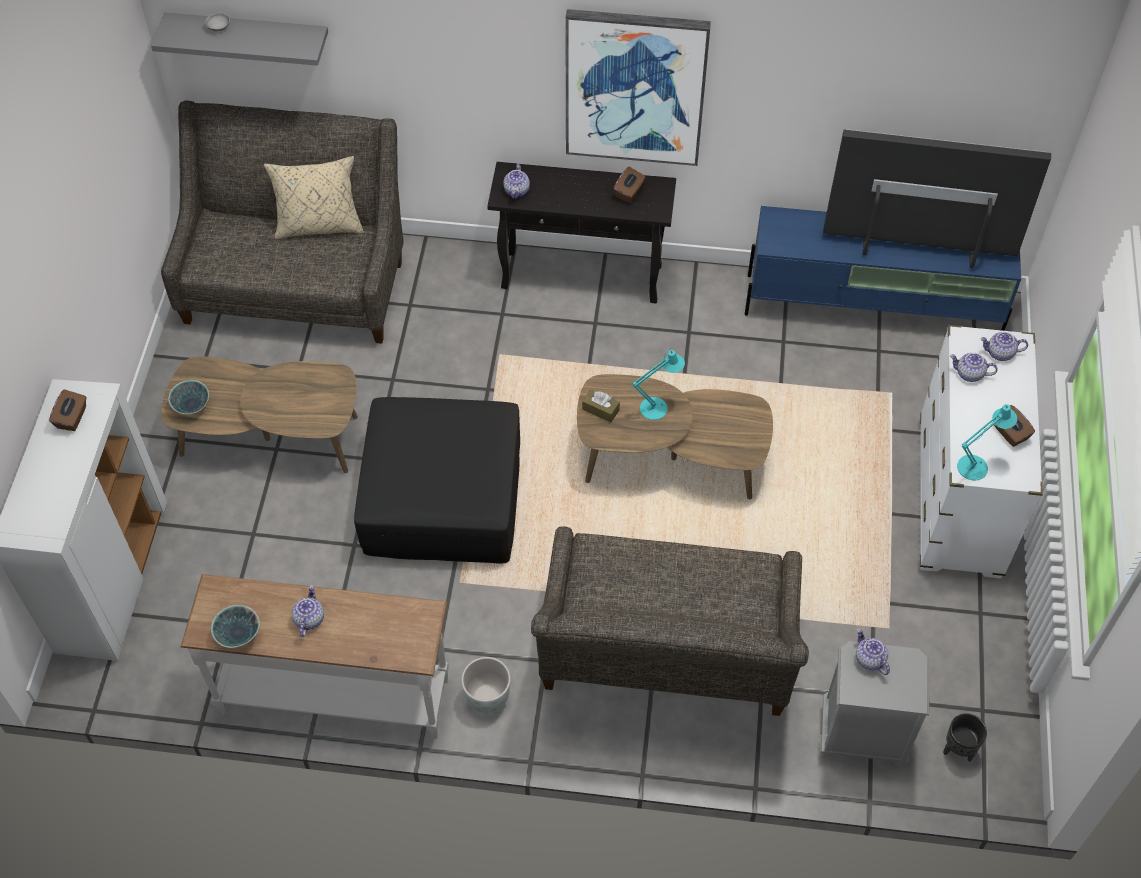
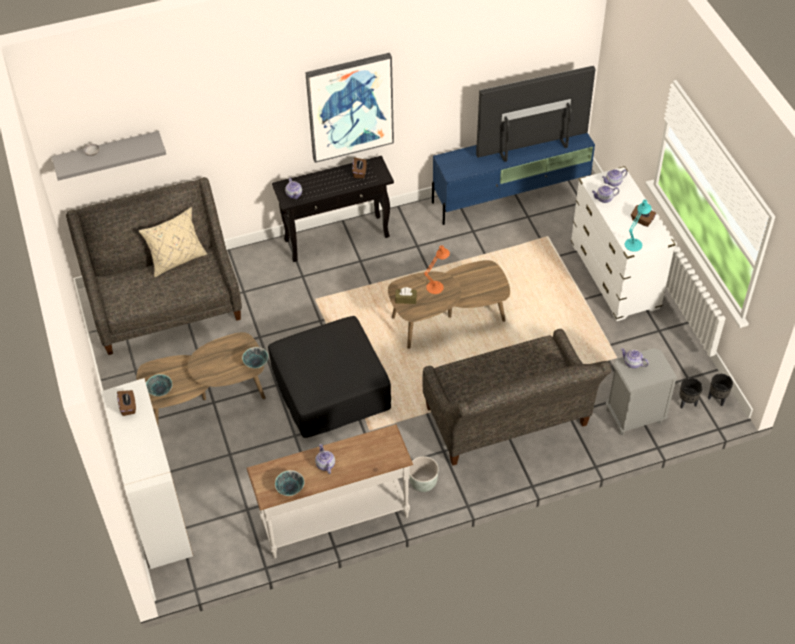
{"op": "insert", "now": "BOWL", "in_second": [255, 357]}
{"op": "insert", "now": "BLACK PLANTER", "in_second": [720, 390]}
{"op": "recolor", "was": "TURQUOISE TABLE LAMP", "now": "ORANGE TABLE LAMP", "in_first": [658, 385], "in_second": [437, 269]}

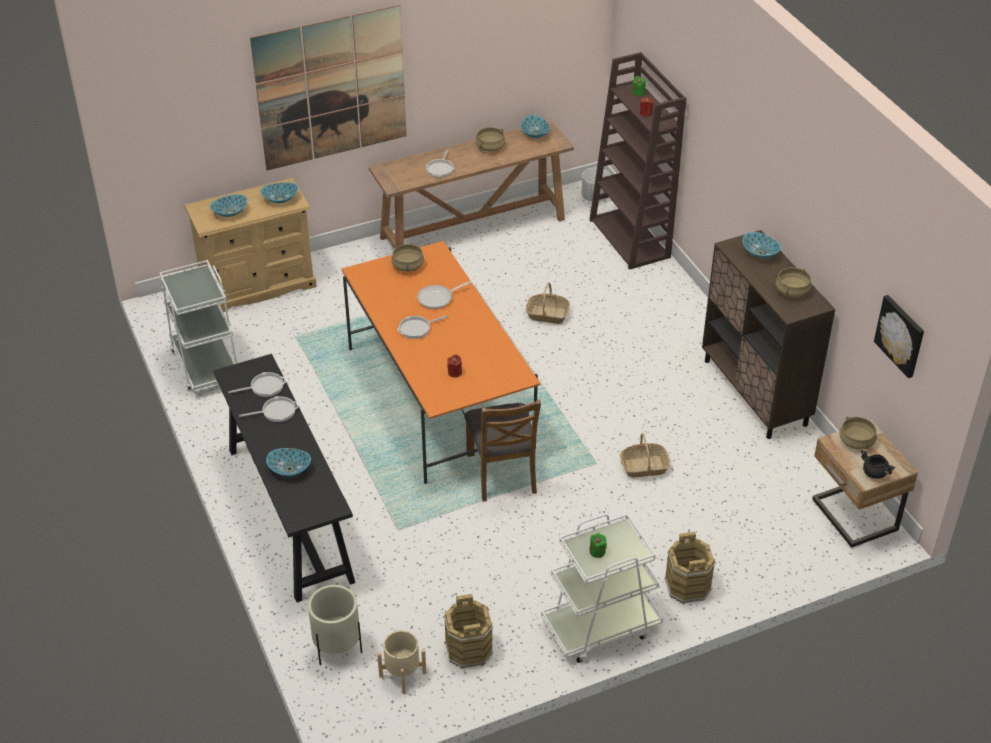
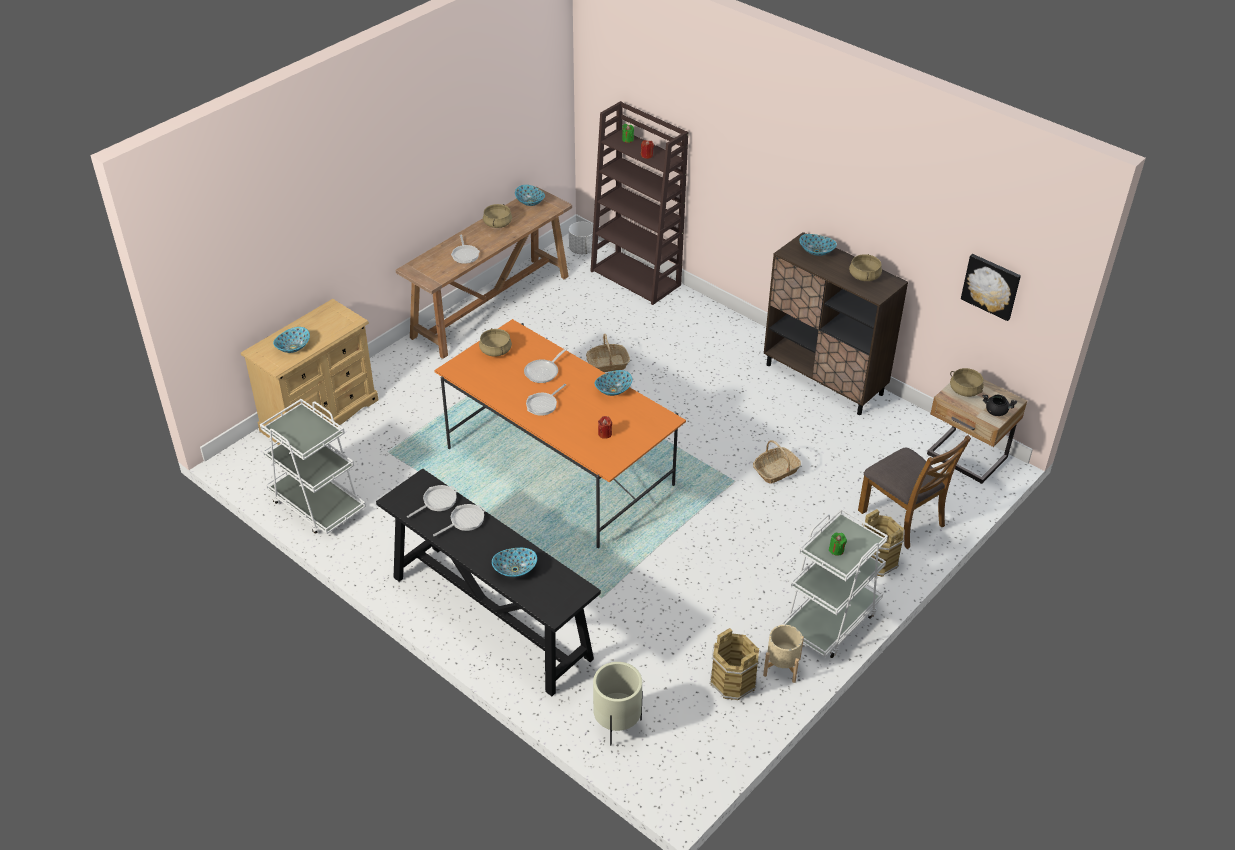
{"op": "delete", "was": "PICTURE", "in_first": [328, 87]}
{"op": "move", "was": "BOWL", "in_first": [279, 192], "in_second": [613, 383]}
{"op": "move", "was": "BEIGE PLANTER", "in_first": [401, 662], "in_second": [783, 654]}
{"op": "move", "was": "BROWN CHAIR", "in_first": [502, 451], "in_second": [914, 492]}

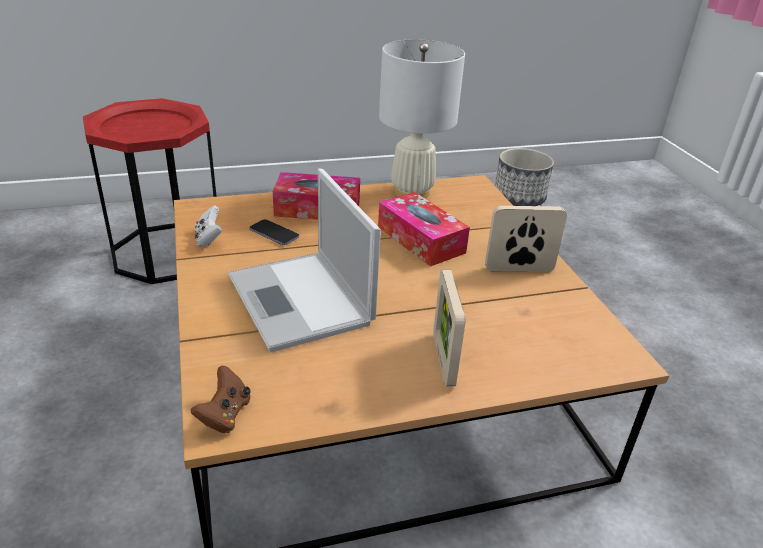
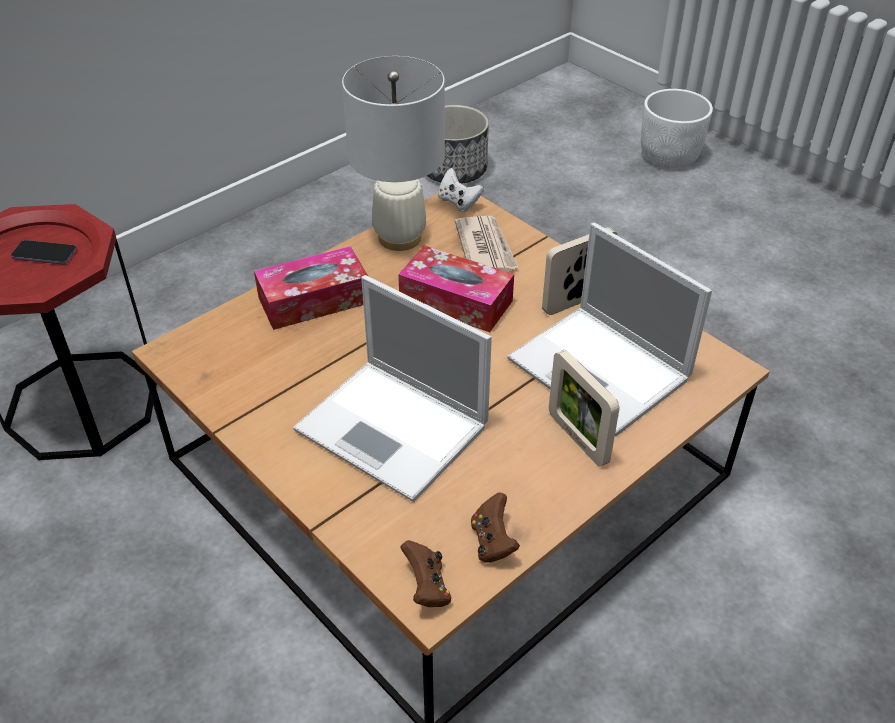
{"op": "insert", "now": "NEWSPAPER", "in_second": [486, 244]}
{"op": "insert", "now": "BROWN GAME CONTROLLER", "in_second": [495, 528]}
{"op": "insert", "now": "LAPTOP", "in_second": [609, 329]}
{"op": "insert", "now": "WHITE PLANTER", "in_second": [677, 128]}
{"op": "move", "was": "WHITE GAME CONTROLLER", "in_first": [208, 226], "in_second": [461, 190]}
{"op": "move", "was": "PHONE", "in_first": [274, 232], "in_second": [44, 252]}

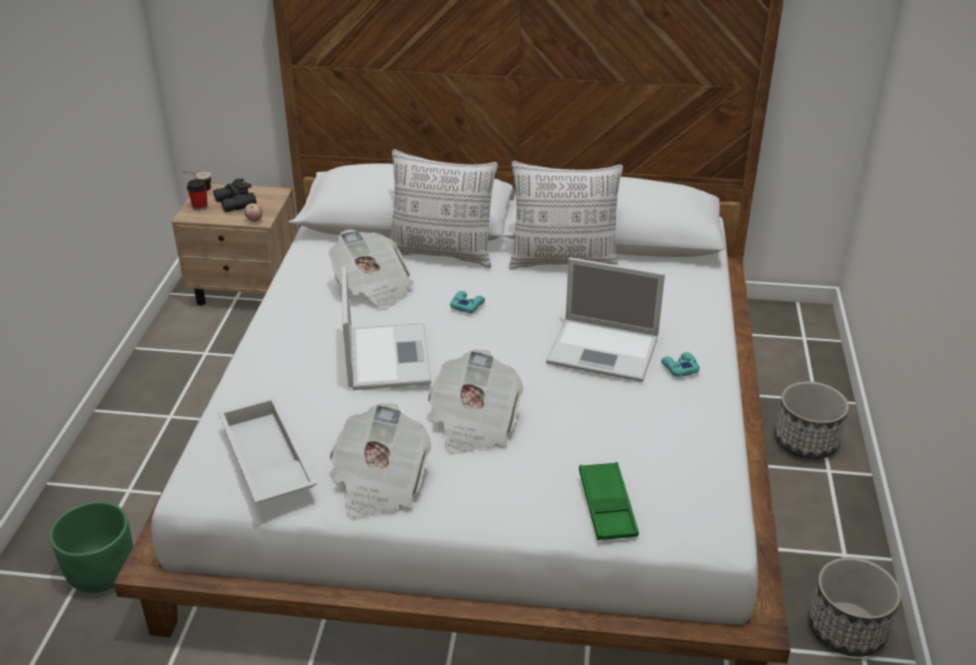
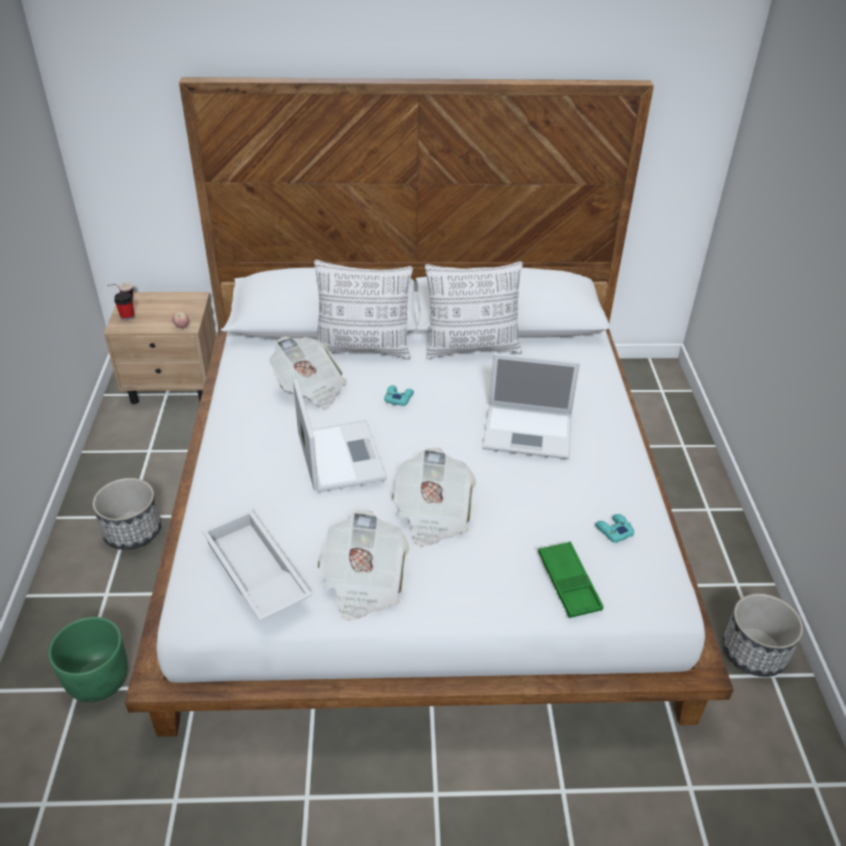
{"op": "delete", "was": "BLACK BINOCULARS", "in_first": [235, 195]}
{"op": "move", "was": "TURQUOISE GAME CONTROLLER", "in_first": [680, 364], "in_second": [614, 528]}
{"op": "move", "was": "PLANTER", "in_first": [812, 420], "in_second": [126, 514]}

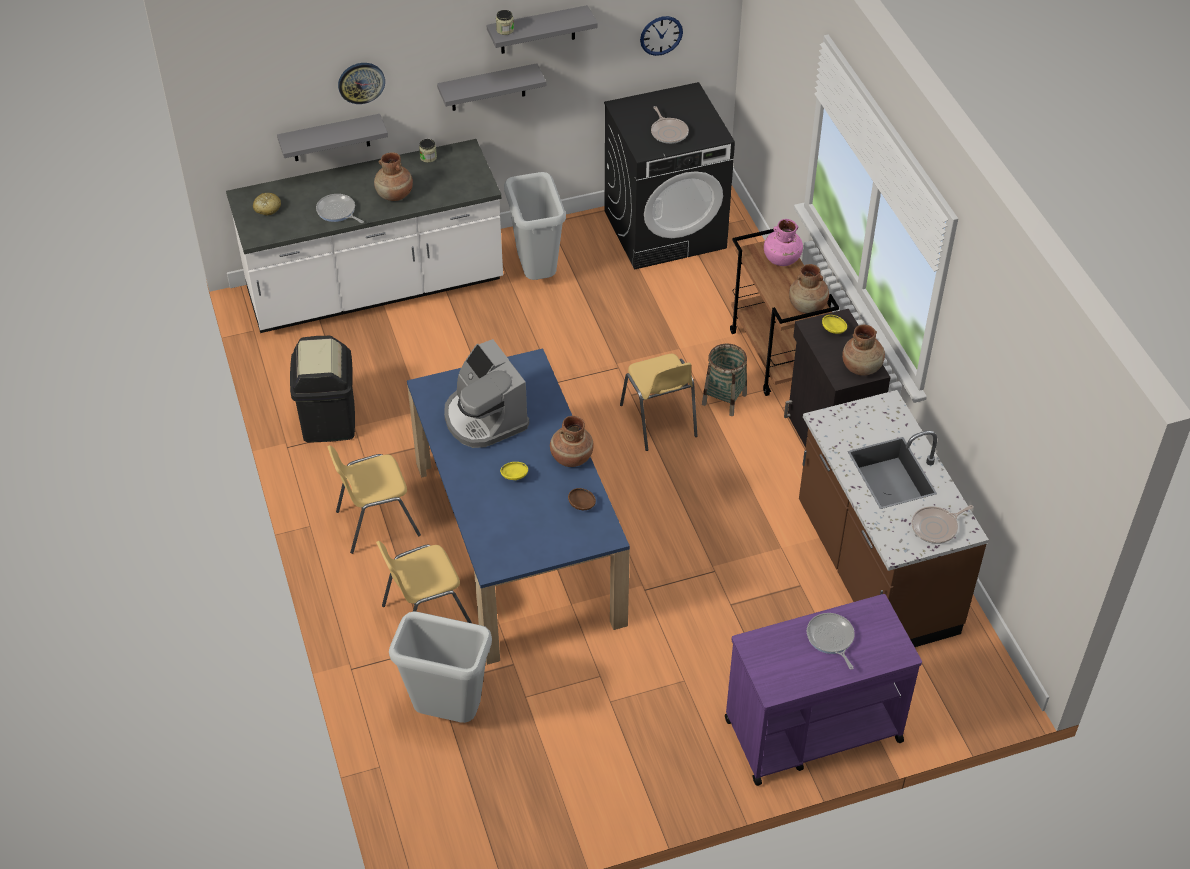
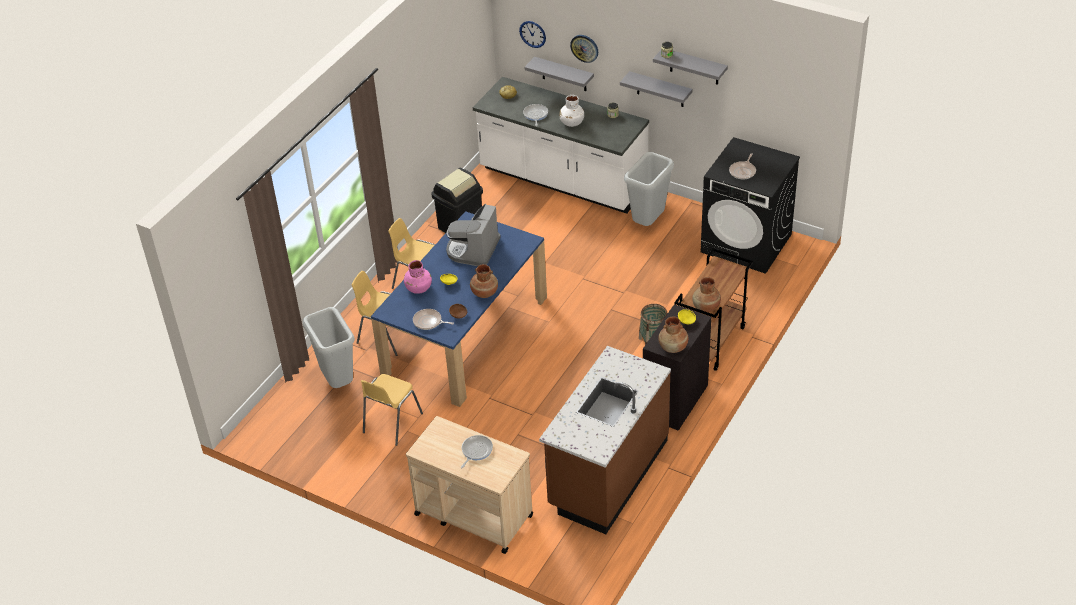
{"op": "move", "was": "YELLOW CHAIR", "in_first": [658, 402], "in_second": [391, 410]}
{"op": "move", "was": "WALL CLOCK", "in_first": [661, 36], "in_second": [532, 34]}
{"op": "move", "was": "PINK VASE", "in_first": [783, 242], "in_second": [418, 277]}
{"op": "move", "was": "FRYING PAN", "in_first": [942, 524], "in_second": [433, 319]}
{"op": "recolor", "was": "BROWN VASE", "now": "WHITE VASE", "in_first": [393, 176], "in_second": [571, 111]}
{"op": "recolor", "was": "PURPLE CART", "now": "BEIGE CART", "in_first": [823, 690], "in_second": [469, 485]}

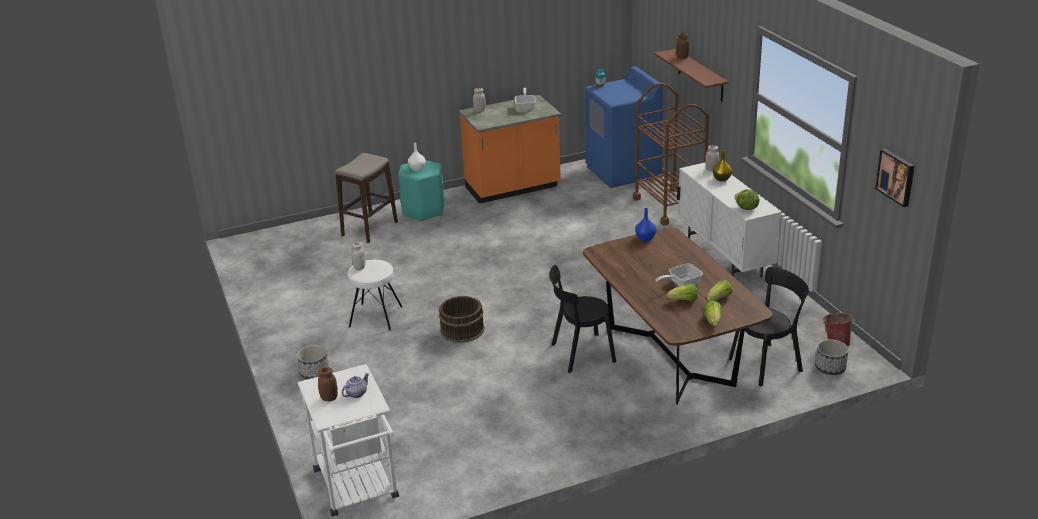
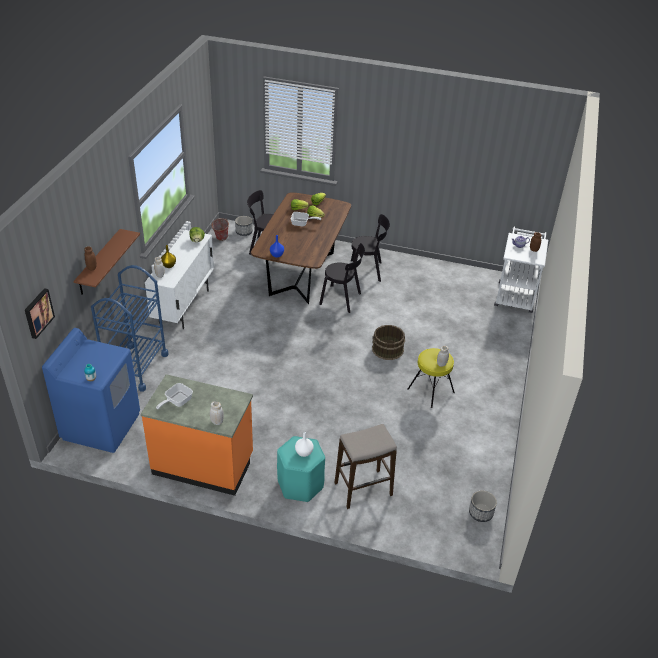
{"op": "insert", "now": "BLACK CHAIR", "in_second": [370, 248]}
{"op": "move", "was": "PLANTER", "in_first": [313, 362], "in_second": [483, 506]}
{"op": "move", "was": "PICTURE", "in_first": [895, 177], "in_second": [40, 313]}
{"op": "recolor", "was": "WHITE STOOL", "now": "YELLOW STOOL", "in_first": [375, 295], "in_second": [431, 378]}
{"op": "recolor", "was": "BROWN CART", "now": "BLUE CART", "in_first": [671, 154], "in_second": [129, 328]}

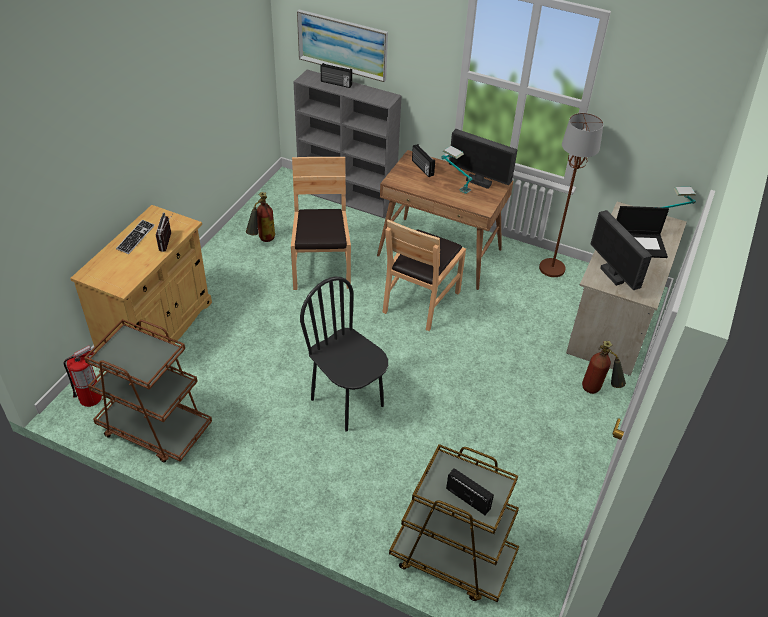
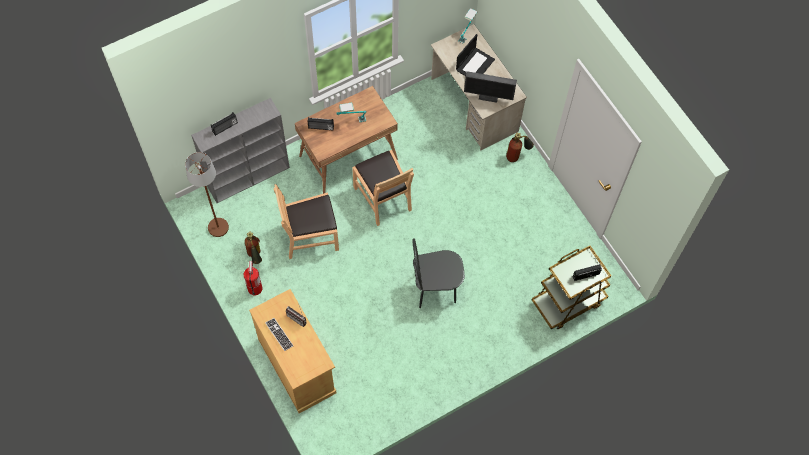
{"op": "delete", "was": "BROWN CART", "in_first": [148, 391]}
{"op": "delete", "was": "PICTURE", "in_first": [342, 46]}
{"op": "delete", "was": "MONITOR", "in_first": [483, 159]}
{"op": "move", "was": "FIRE EXTINGUISHER", "in_first": [82, 376], "in_second": [253, 278]}
{"op": "move", "was": "BROWN FLOOR LAMP", "in_first": [571, 195], "in_second": [207, 194]}
{"op": "rotate", "was": "BROWN CHAIR", "in_first": [321, 223], "in_second": [306, 221], "clockwise": -45}

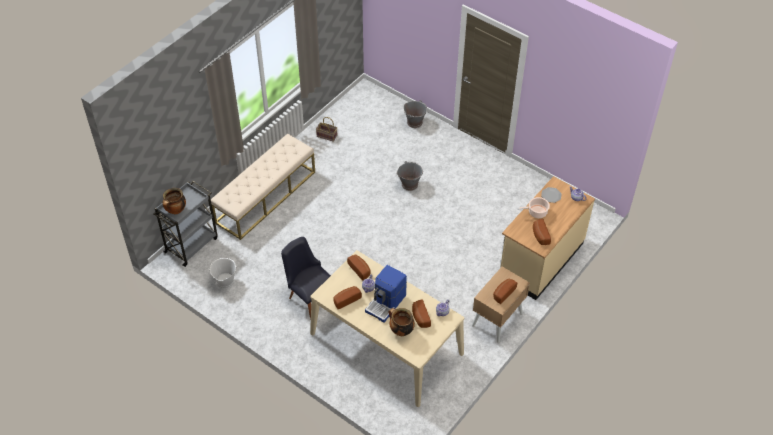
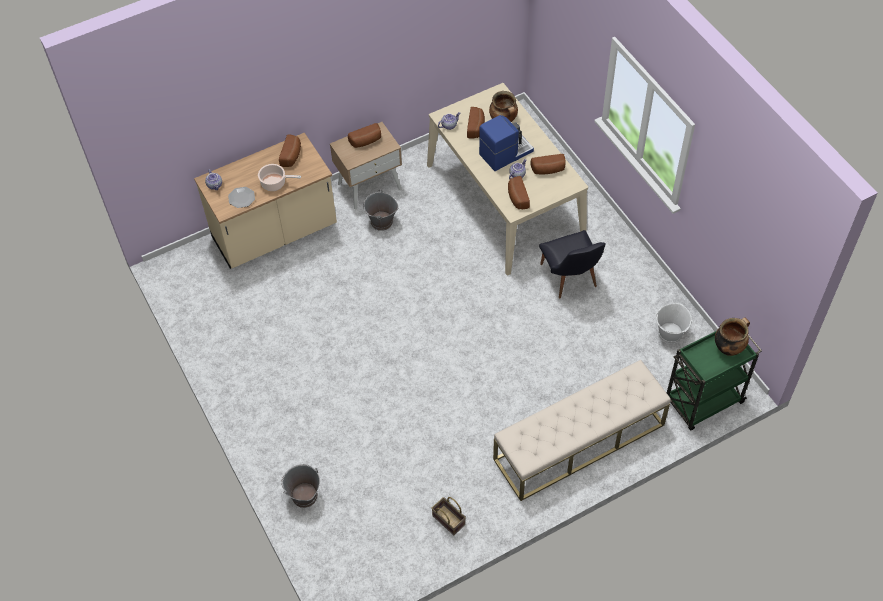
{"op": "move", "was": "GREY BUCKET", "in_first": [410, 176], "in_second": [381, 210]}
{"op": "recolor", "was": "GREY CART", "now": "GREEN CART", "in_first": [185, 224], "in_second": [714, 380]}

